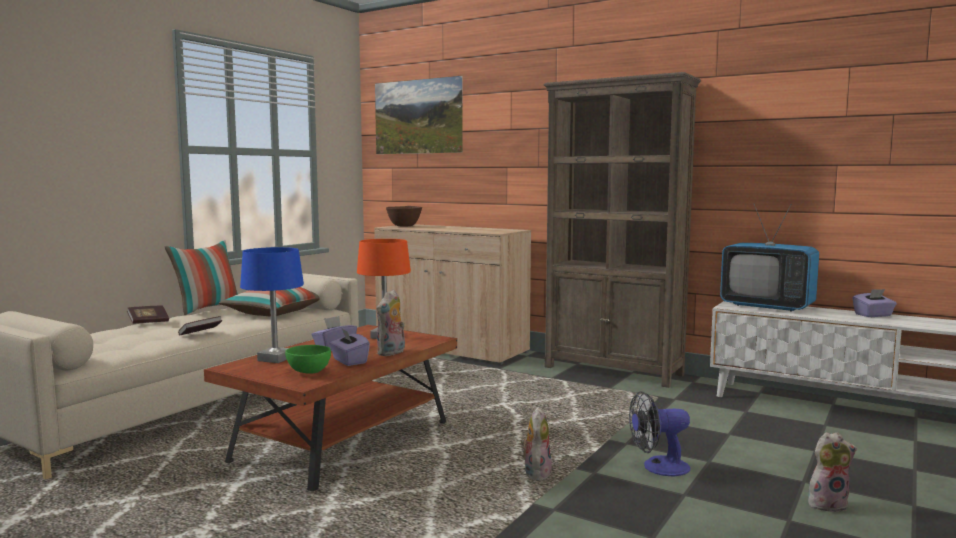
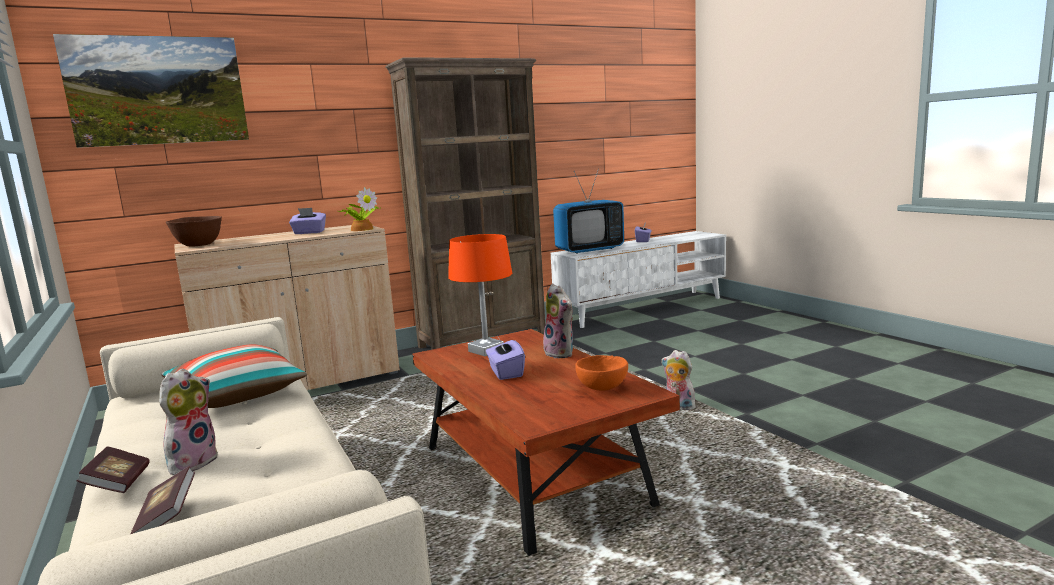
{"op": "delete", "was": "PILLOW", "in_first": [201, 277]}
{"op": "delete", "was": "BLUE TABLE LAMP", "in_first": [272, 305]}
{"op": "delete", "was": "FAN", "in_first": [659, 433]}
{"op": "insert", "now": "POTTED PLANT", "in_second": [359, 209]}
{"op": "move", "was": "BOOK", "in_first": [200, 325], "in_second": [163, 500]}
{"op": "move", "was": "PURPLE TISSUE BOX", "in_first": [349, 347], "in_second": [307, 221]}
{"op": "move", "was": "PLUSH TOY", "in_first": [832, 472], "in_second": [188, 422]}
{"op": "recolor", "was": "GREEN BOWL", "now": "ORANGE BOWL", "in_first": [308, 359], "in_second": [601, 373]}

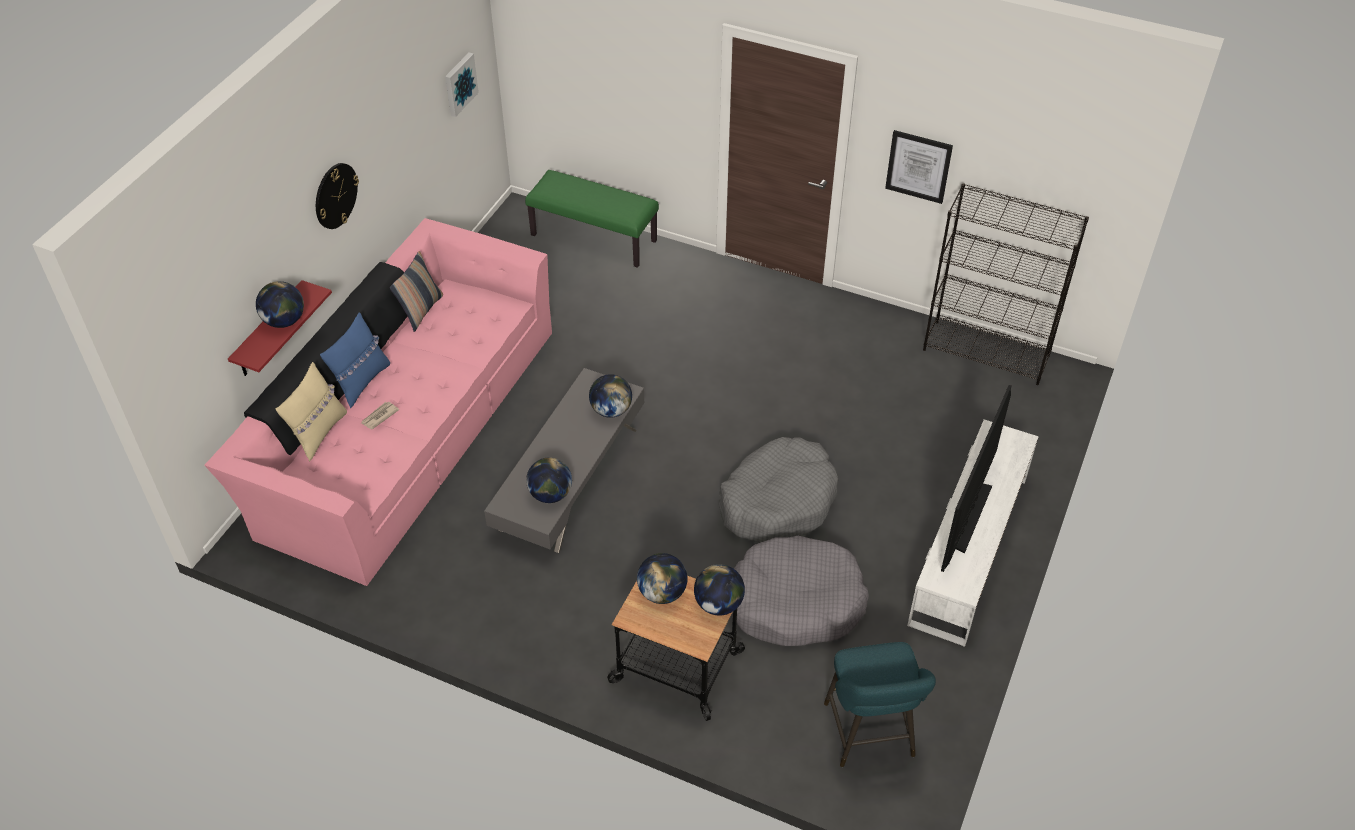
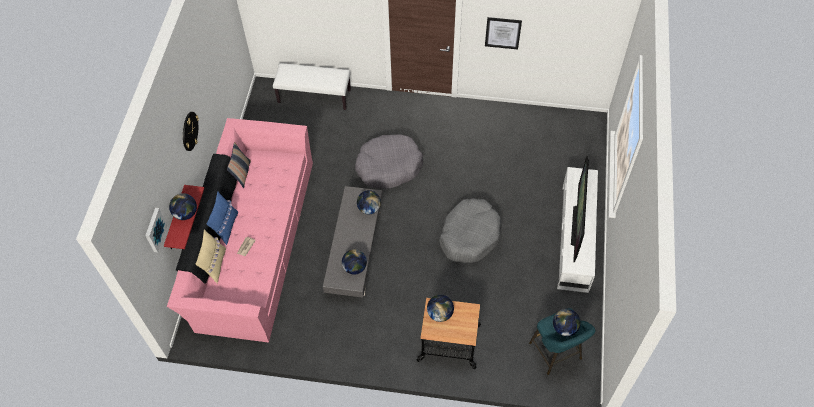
{"op": "delete", "was": "BLACK BOOKCASE", "in_first": [1006, 284]}
{"op": "move", "was": "PICTURE", "in_first": [462, 84], "in_second": [156, 230]}
{"op": "move", "was": "GLOBE", "in_first": [719, 590], "in_second": [567, 322]}
{"op": "move", "was": "GREY DOG BED", "in_first": [801, 591], "in_second": [389, 161]}
{"op": "recolor", "was": "GREEN BENCH", "now": "WHITE BENCH", "in_first": [592, 219], "in_second": [312, 86]}

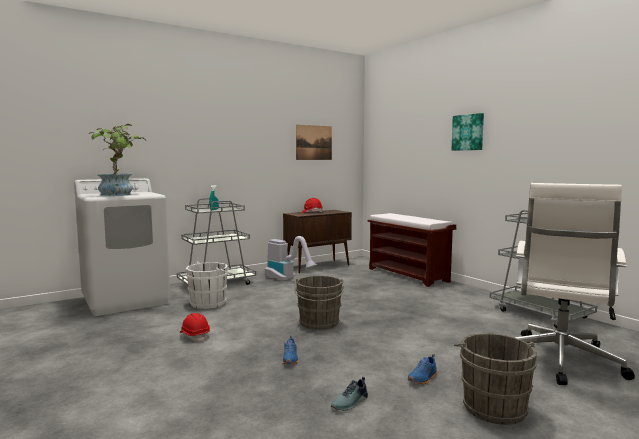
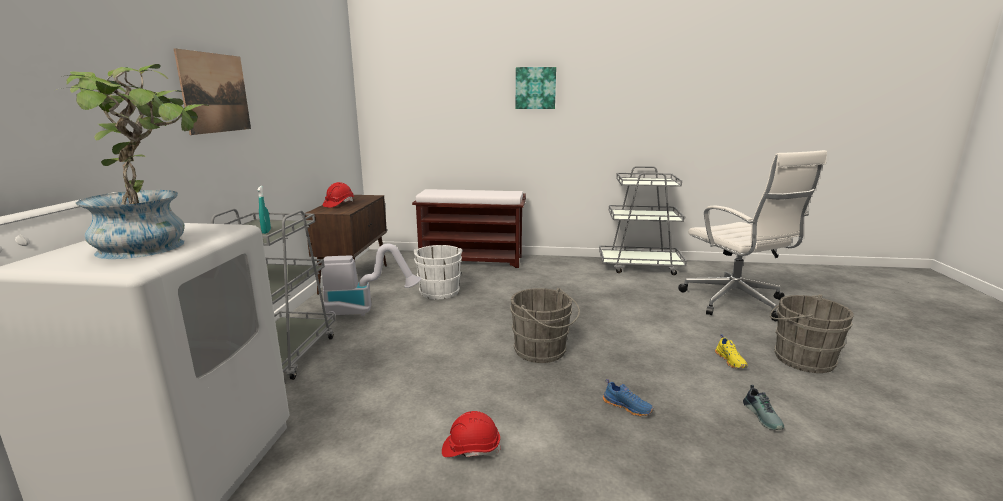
{"op": "move", "was": "WHITE BUCKET", "in_first": [209, 285], "in_second": [438, 272]}
{"op": "move", "was": "PICTURE", "in_first": [314, 142], "in_second": [212, 91]}
{"op": "recolor", "was": "BLUE SHOE", "now": "YELLOW SHOE", "in_first": [422, 369], "in_second": [731, 352]}

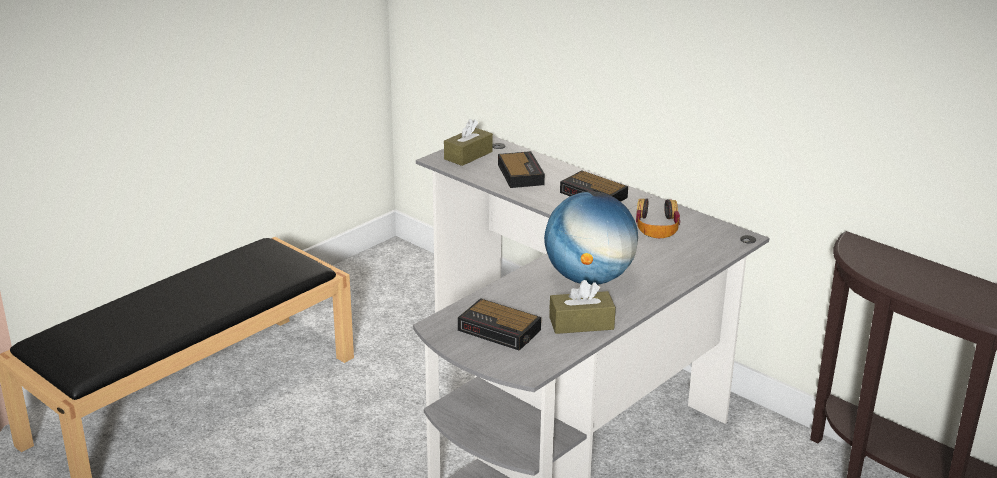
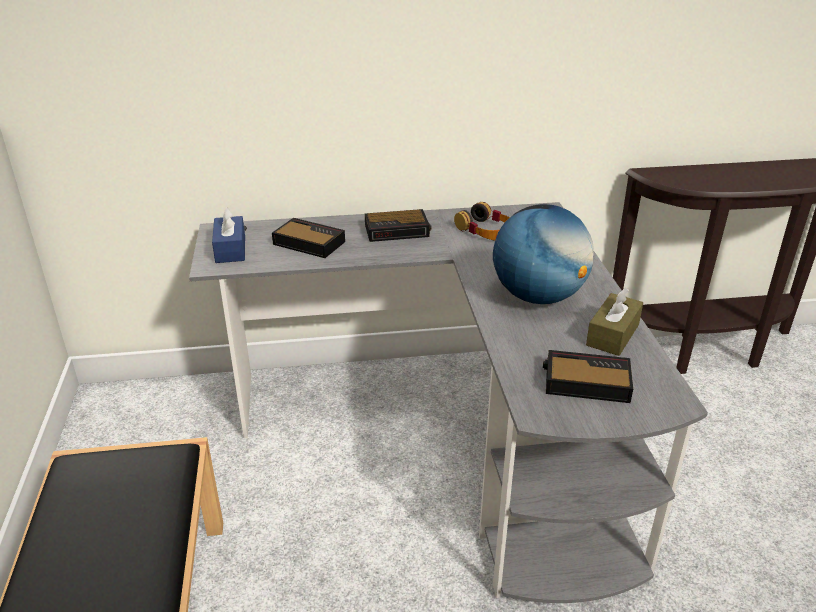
{"op": "recolor", "was": "BROWN TISSUE BOX", "now": "BLUE TISSUE BOX", "in_first": [468, 142], "in_second": [228, 235]}
{"op": "rotate", "was": "ALARM CLOCK", "in_first": [499, 324], "in_second": [588, 376], "clockwise": -150}

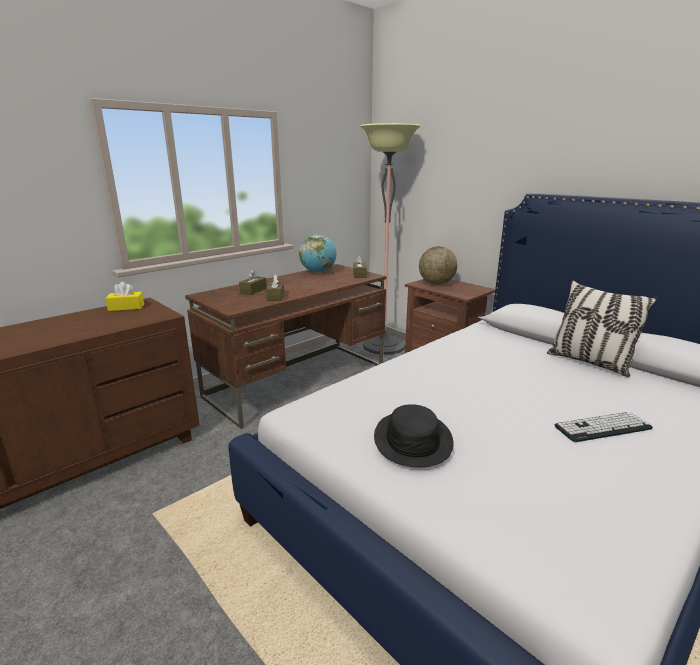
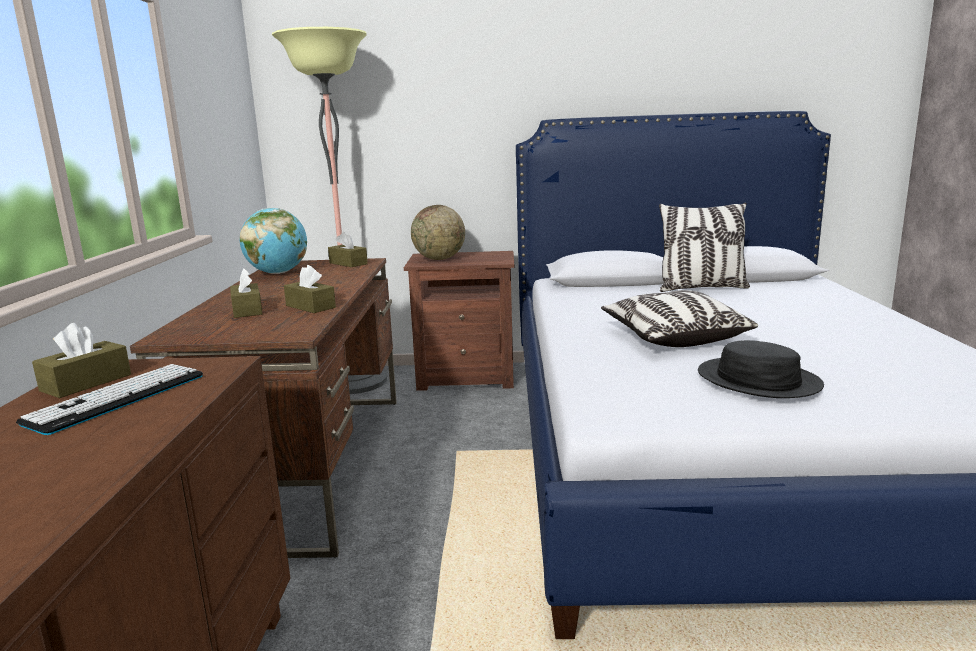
{"op": "insert", "now": "PILLOW", "in_second": [679, 318]}
{"op": "move", "was": "KEYBOARD", "in_first": [604, 427], "in_second": [109, 399]}
{"op": "recolor", "was": "YELLOW TISSUE BOX", "now": "BROWN TISSUE BOX", "in_first": [124, 296], "in_second": [81, 360]}

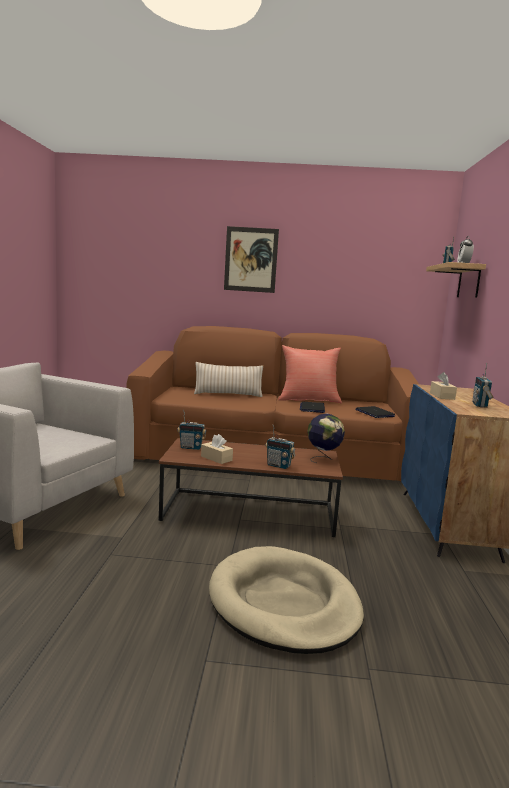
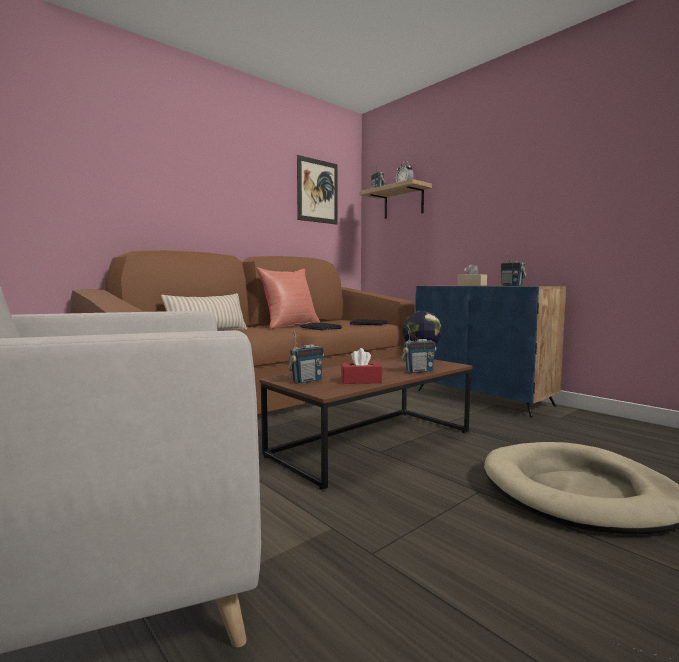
{"op": "move", "was": "PICTURE", "in_first": [251, 259], "in_second": [317, 190]}
{"op": "recolor", "was": "BEIGE TISSUE BOX", "now": "RED TISSUE BOX", "in_first": [217, 449], "in_second": [361, 366]}

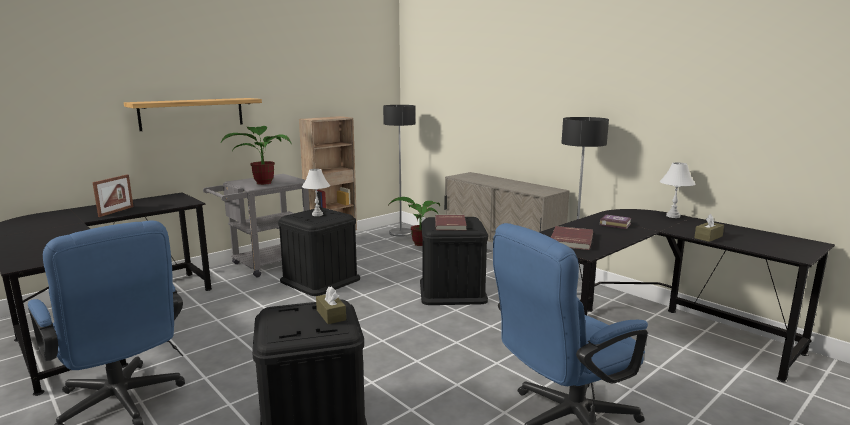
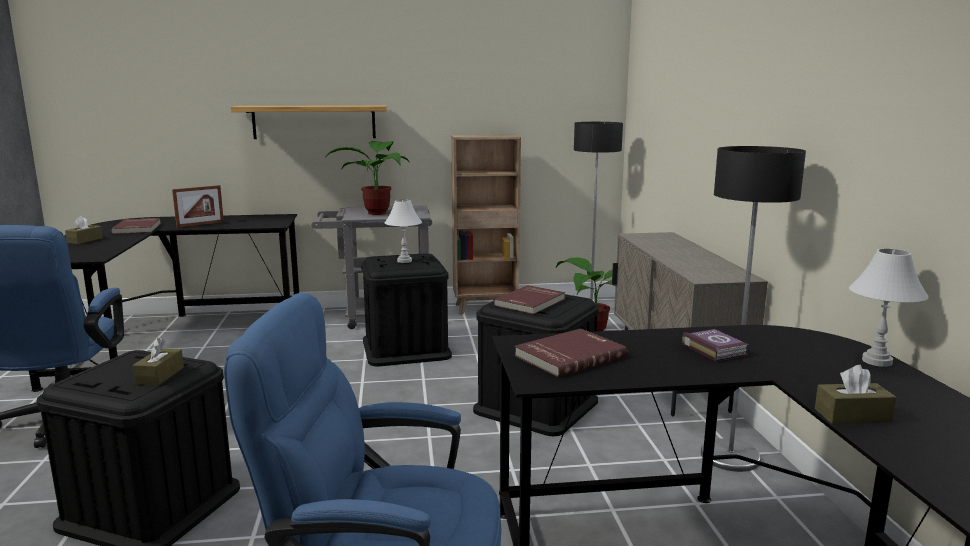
{"op": "insert", "now": "BROWN TISSUE BOX", "in_second": [84, 230]}
{"op": "insert", "now": "RED BOOK", "in_second": [136, 226]}

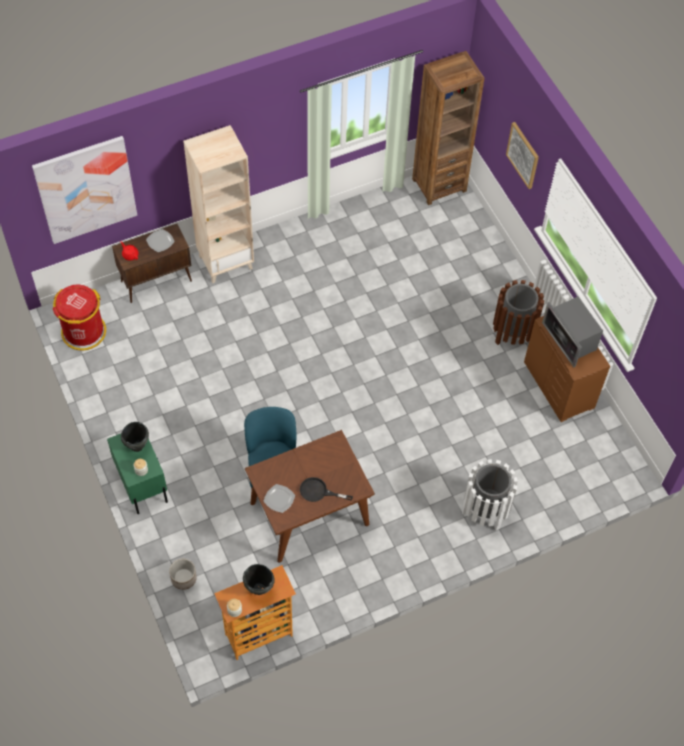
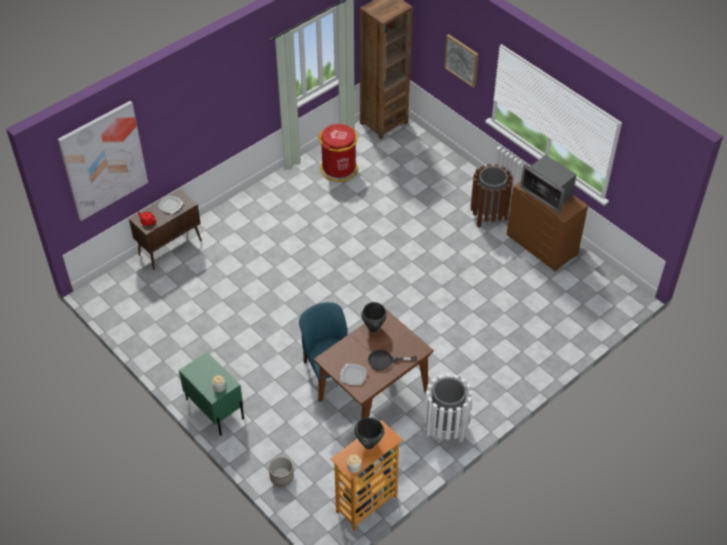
{"op": "delete", "was": "BEIGE BOOKCASE", "in_first": [218, 204]}
{"op": "move", "was": "RED TRASH CAN", "in_first": [79, 317], "in_second": [338, 153]}
{"op": "move", "was": "BLACK COOKING POT", "in_first": [135, 437], "in_second": [374, 317]}
{"op": "move", "was": "WHITE TRASH CAN", "in_first": [490, 495], "in_second": [448, 408]}

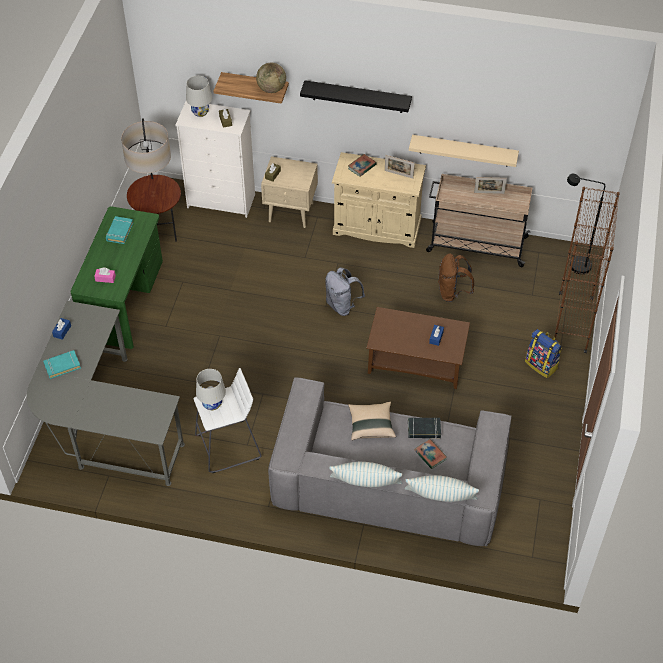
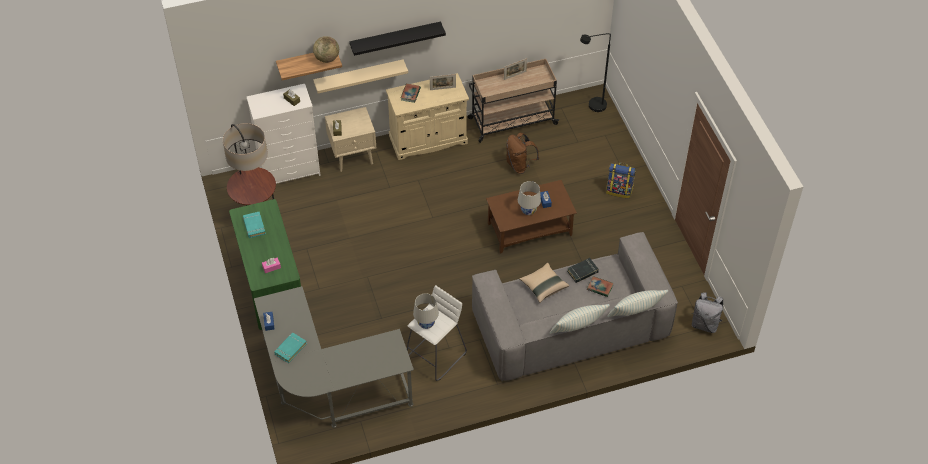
{"op": "delete", "was": "BROWN BOOKCASE", "in_first": [587, 270]}
{"op": "move", "was": "WHITE TABLE LAMP", "in_first": [199, 96], "in_second": [529, 198]}
{"op": "move", "was": "GREY BACKPACK", "in_first": [345, 291], "in_second": [708, 312]}
{"op": "move", "was": "BEIGE SHELF", "in_first": [464, 151], "in_second": [360, 76]}

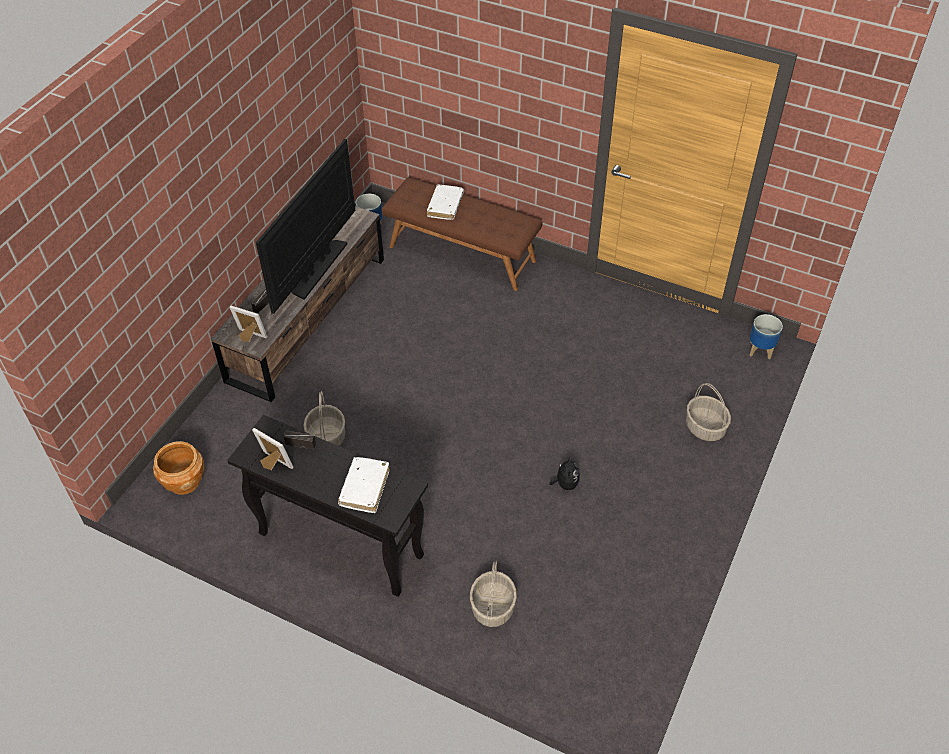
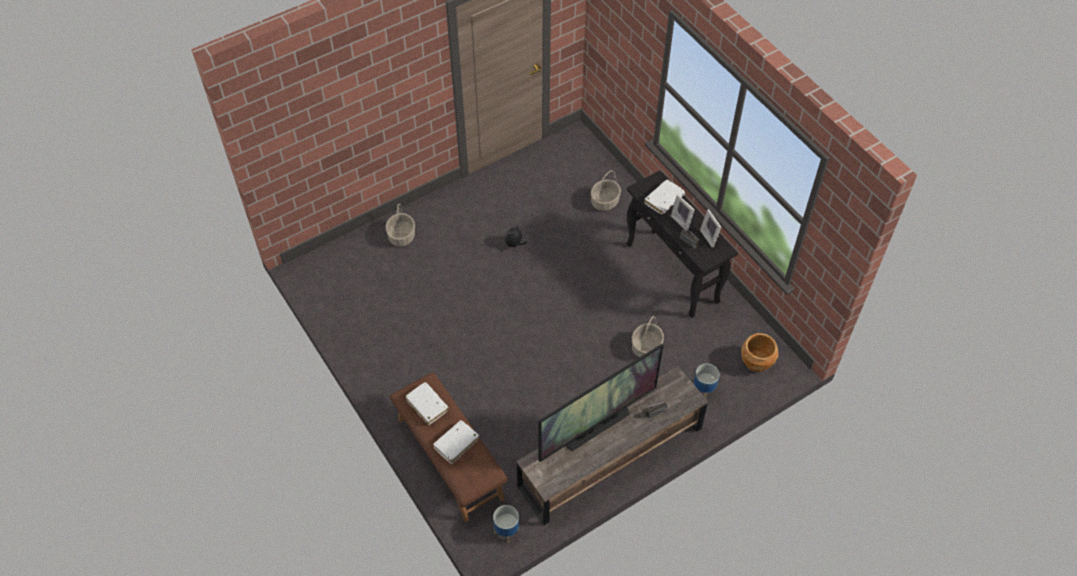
{"op": "insert", "now": "WHITE BOOK", "in_second": [427, 403]}
{"op": "move", "was": "PICTURE FRAME", "in_first": [248, 324], "in_second": [683, 213]}
{"op": "move", "was": "PLANTER", "in_first": [766, 336], "in_second": [706, 381]}

